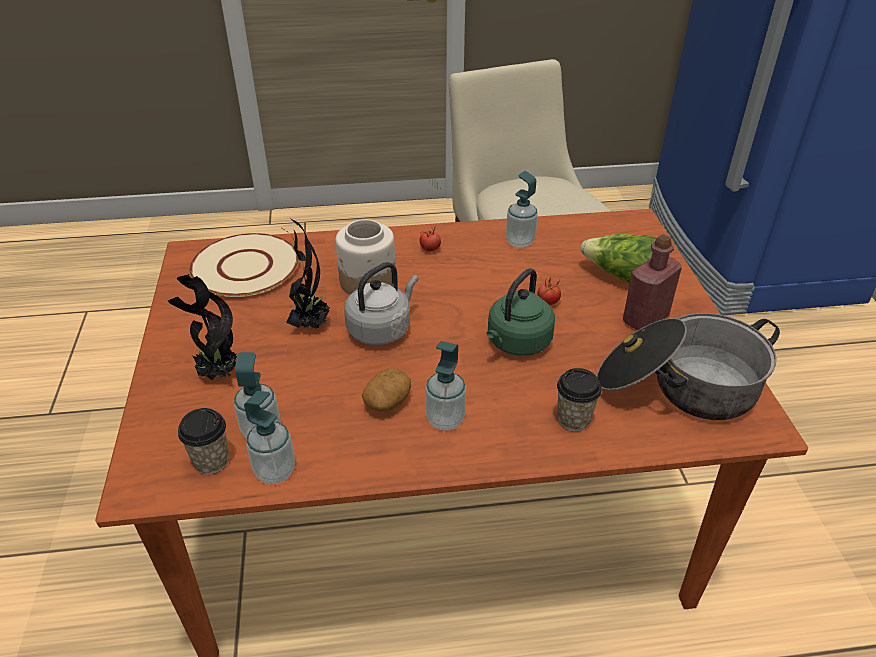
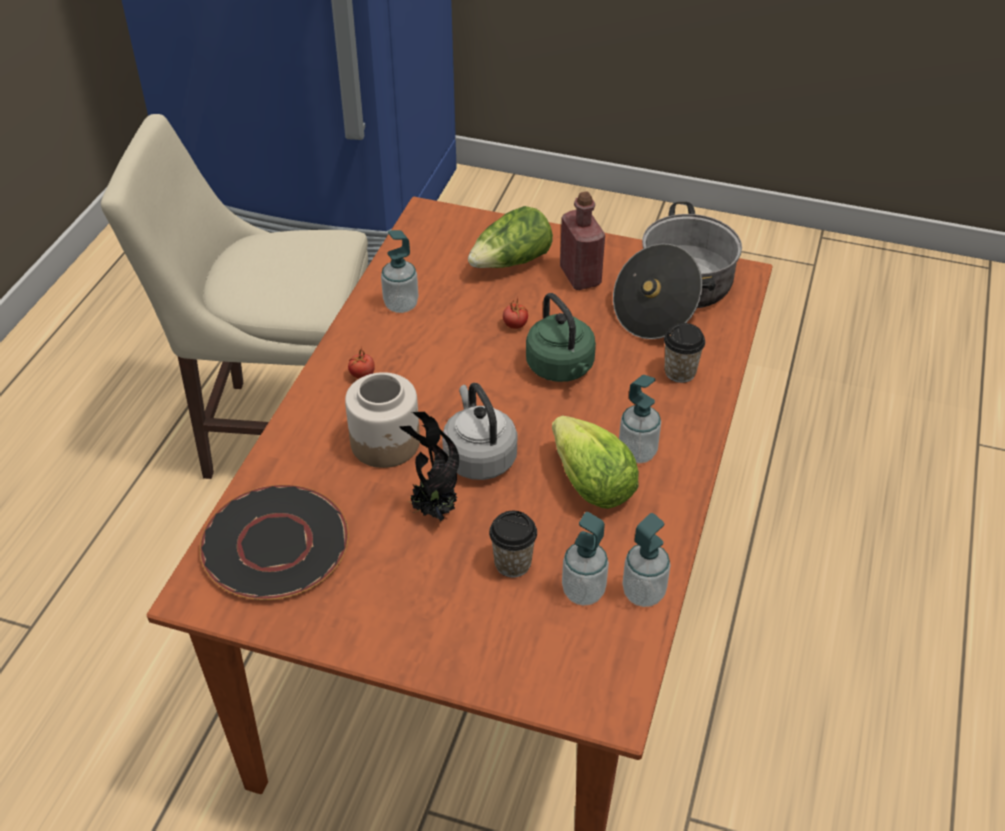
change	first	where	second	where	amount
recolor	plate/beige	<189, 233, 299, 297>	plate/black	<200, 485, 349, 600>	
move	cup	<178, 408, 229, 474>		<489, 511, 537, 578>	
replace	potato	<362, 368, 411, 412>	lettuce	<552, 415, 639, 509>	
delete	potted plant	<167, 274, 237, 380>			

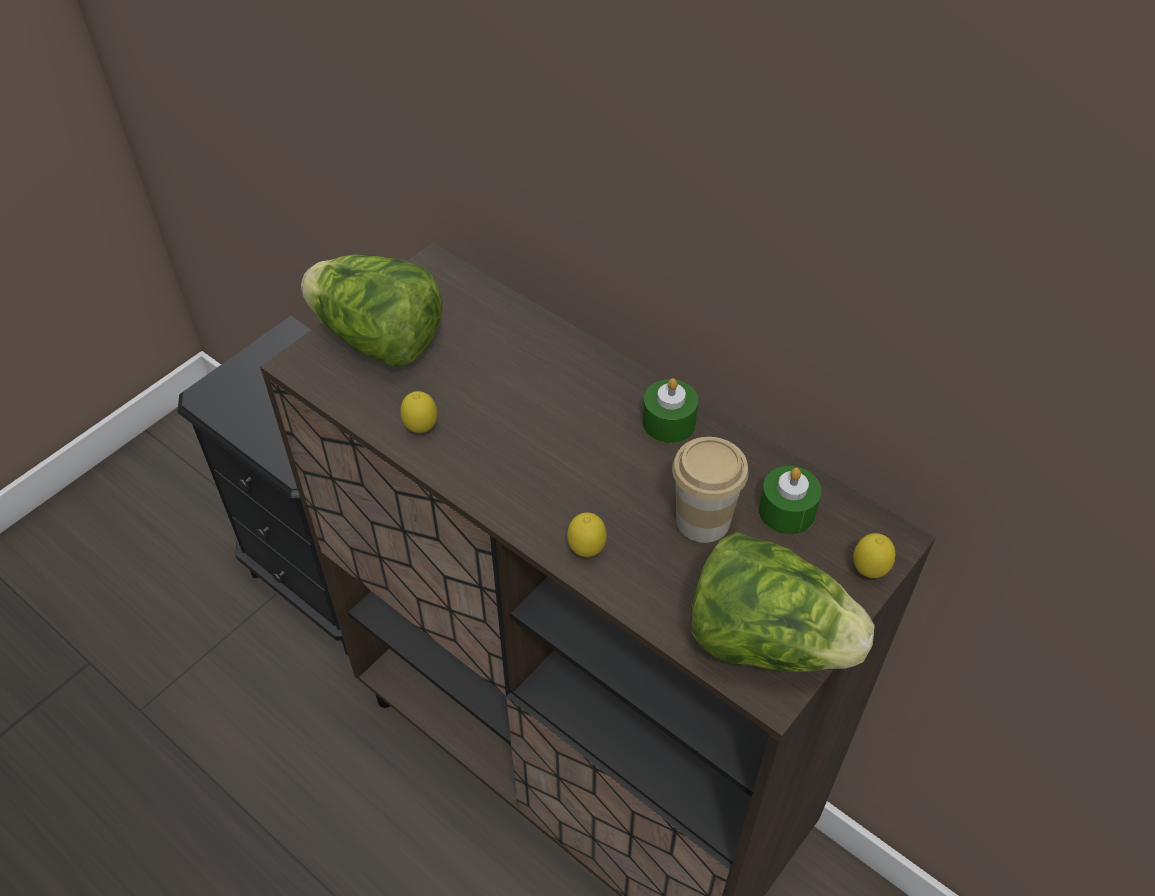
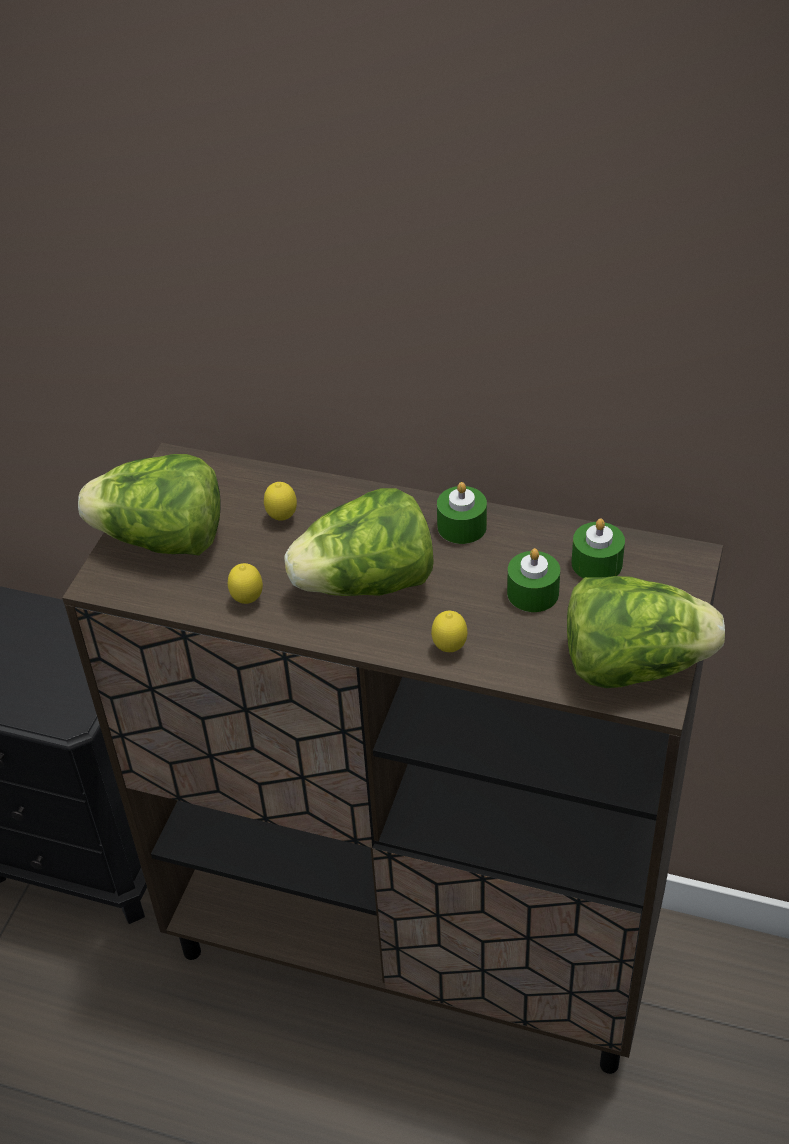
change	first	where	second	where	amount
move	lemon	<853, 533, 895, 578>		<264, 482, 297, 521>	
insert			lettuce	<284, 488, 434, 596>	
replace	cup	<672, 437, 748, 543>	candle/green	<507, 548, 560, 612>	

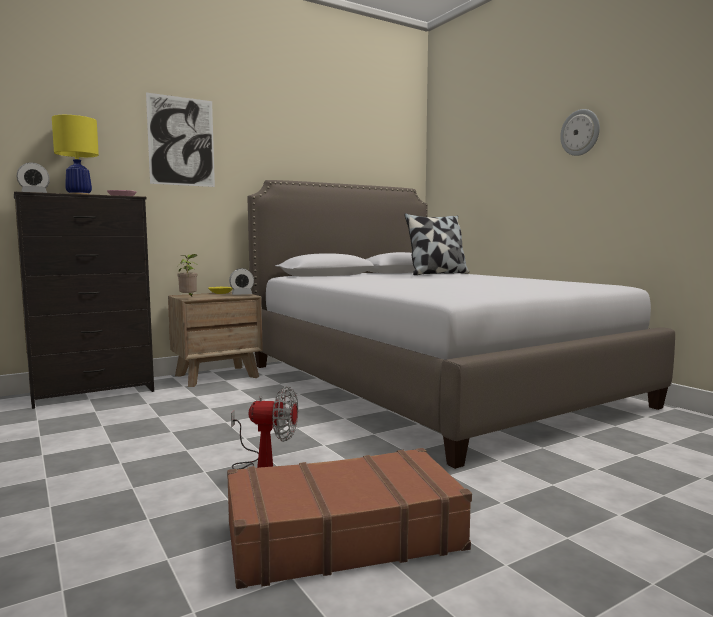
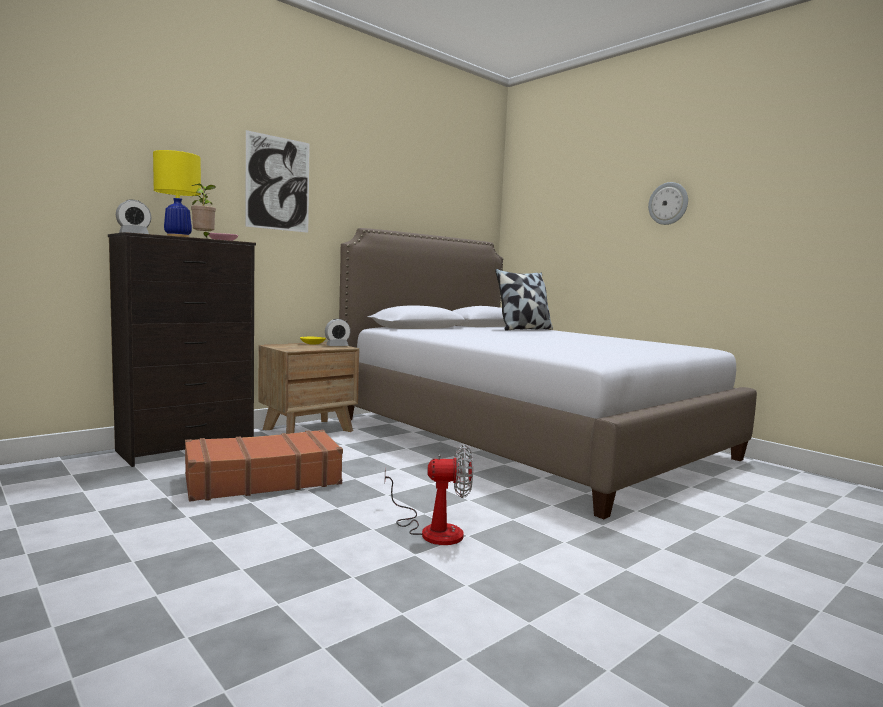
change	first	where	second	where	amount
move	suitcase/brown	<227, 448, 472, 589>		<185, 430, 343, 502>	
move	potted plant	<177, 254, 197, 296>		<191, 184, 216, 239>	

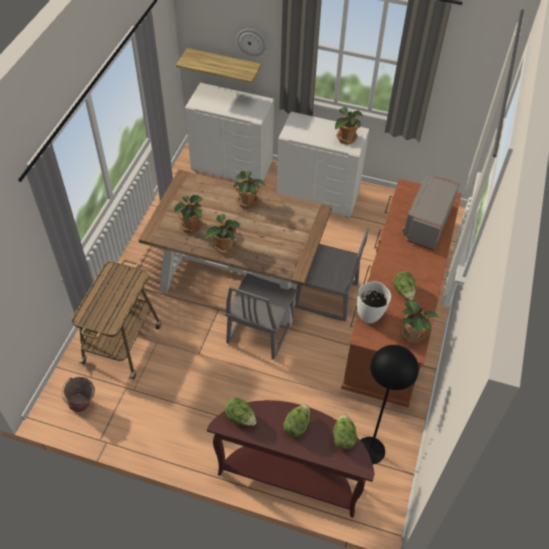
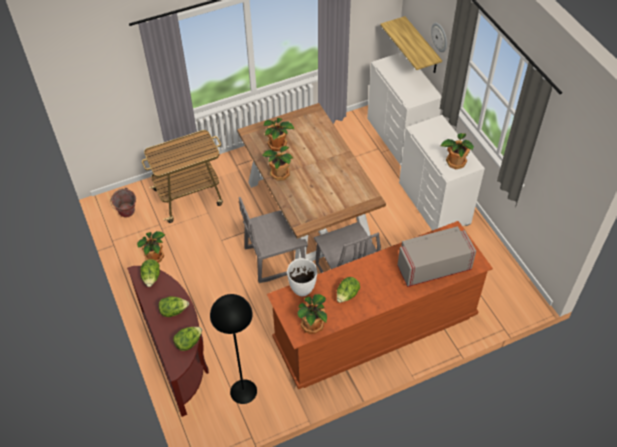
change	first	where	second	where	amount
move	potted plant	<233, 171, 265, 209>		<137, 231, 165, 263>	

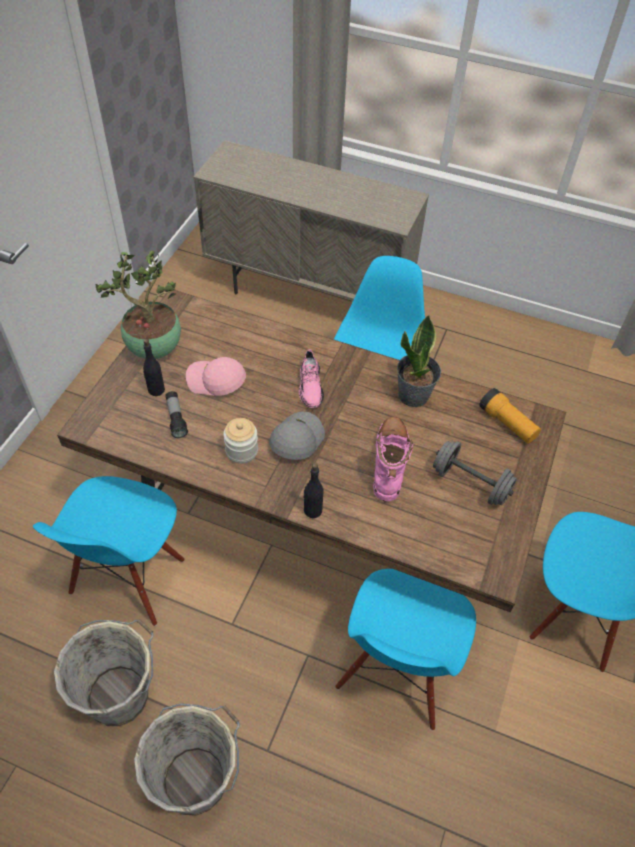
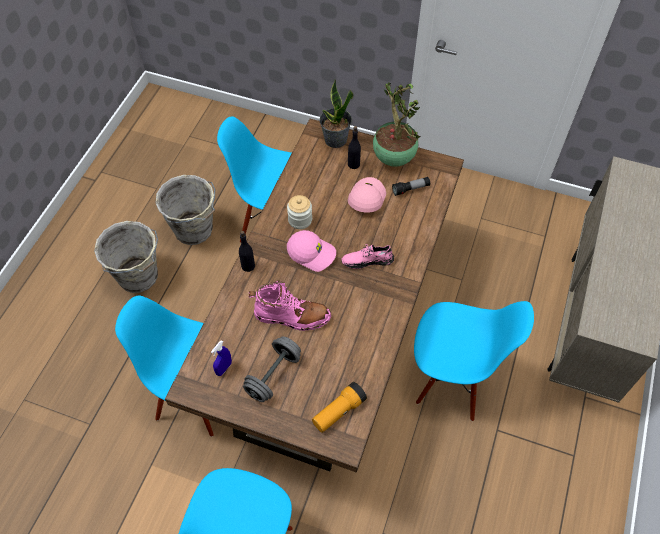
change	first	where	second	where	amount
insert			spray bottle/blue	<211, 340, 232, 376>	
recolor	cap/grey	<269, 412, 325, 460>	cap/pink	<287, 230, 336, 272>	
move	potted plant	<397, 315, 441, 407>		<320, 80, 353, 148>	
move	flashlight	<165, 391, 188, 438>		<392, 177, 430, 196>	

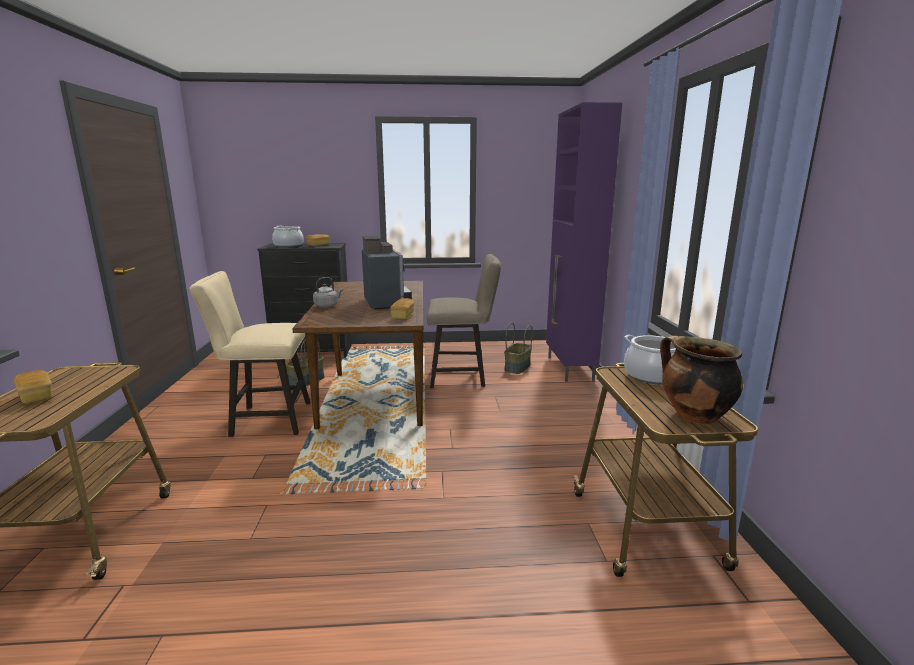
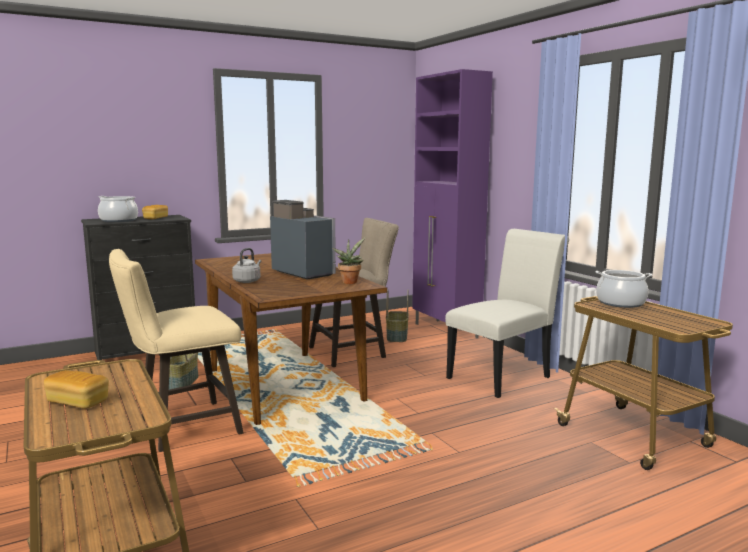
change	first	where	second	where	amount
replace	bread	<390, 298, 414, 319>	potted plant	<332, 238, 365, 284>	
insert			chair/white	<445, 229, 569, 398>	
delete	cooking pot	<660, 336, 743, 424>			

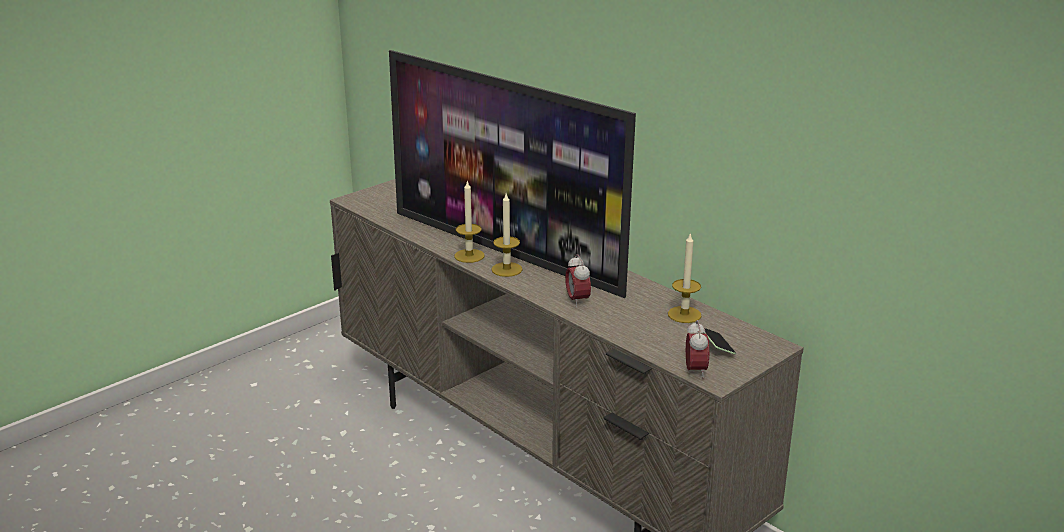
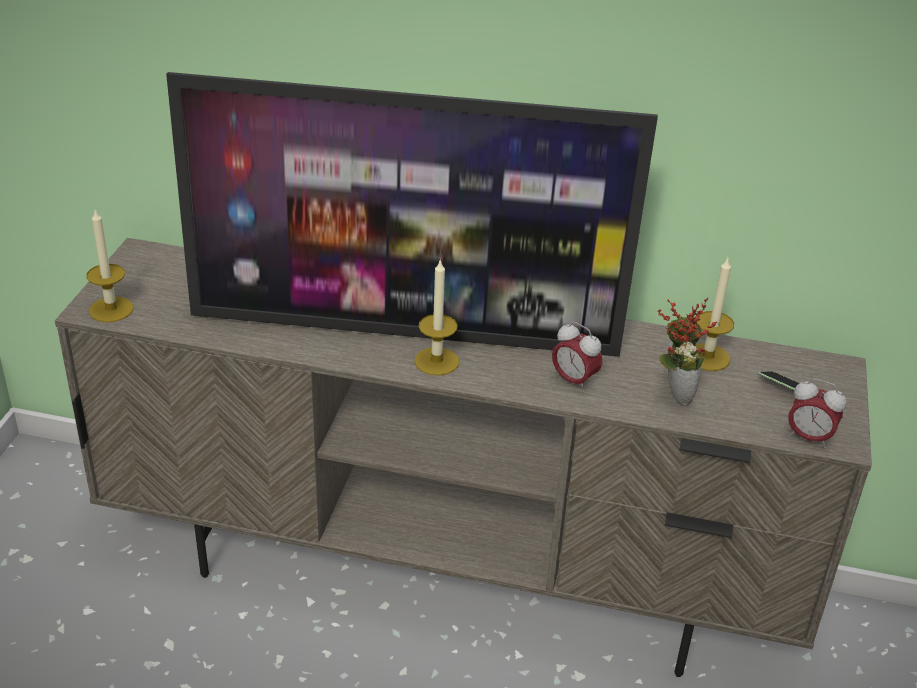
change	first	where	second	where	amount
move	candle	<454, 181, 484, 263>		<86, 209, 133, 322>	
insert			potted plant	<657, 297, 717, 406>	
rotate	alarm clock	<686, 320, 709, 379>		<788, 378, 847, 449>	150 degrees clockwise

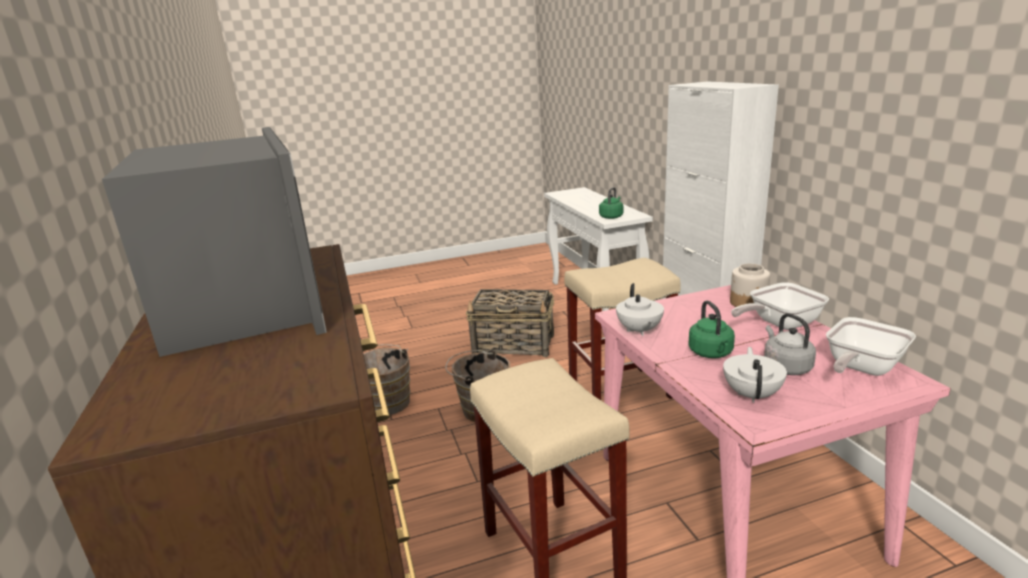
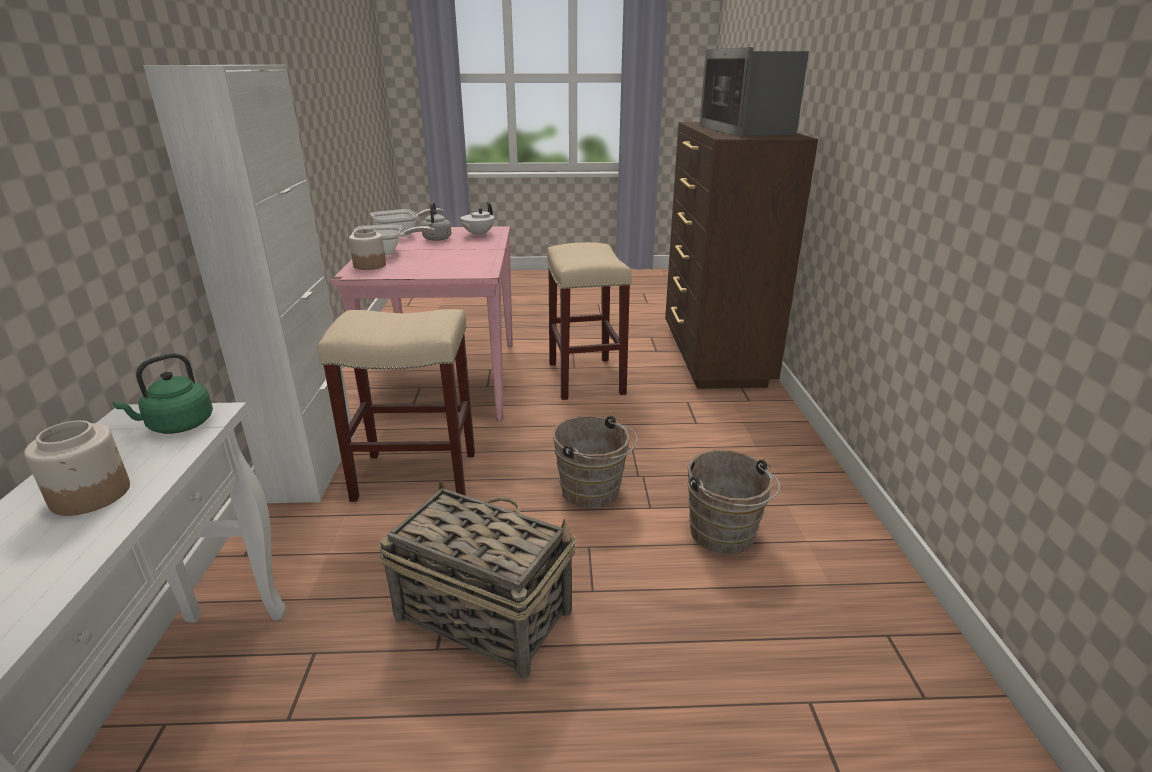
change	first	where	second	where	amount
insert			jar	<24, 420, 130, 516>	
delete	teapot/white	<616, 283, 664, 336>			
delete	kettle/green	<688, 301, 735, 358>			

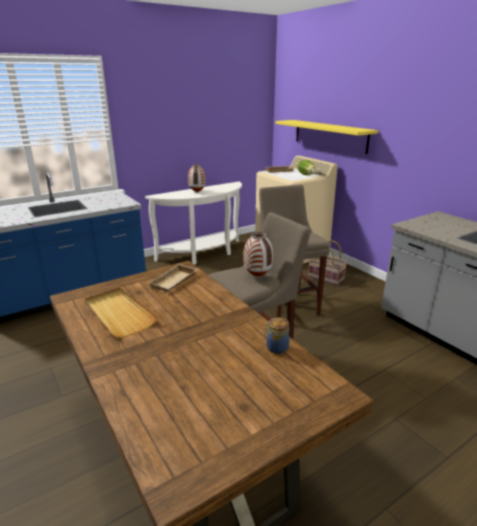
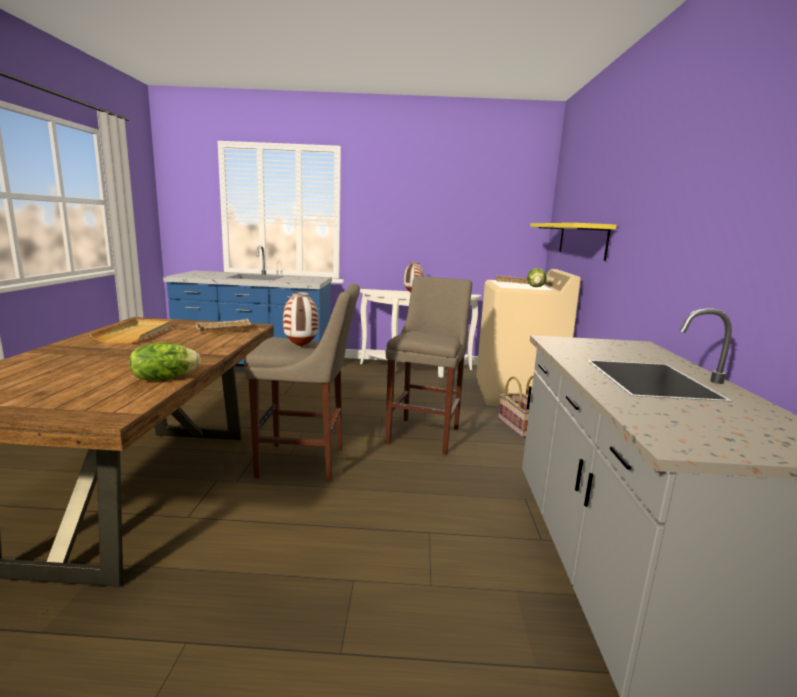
change	first	where	second	where	amount
replace	jar	<264, 317, 290, 354>	lettuce	<129, 343, 201, 381>	

